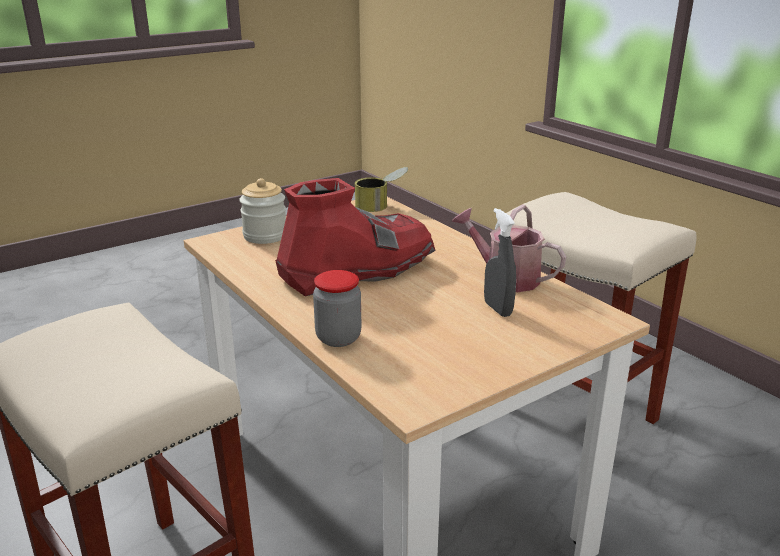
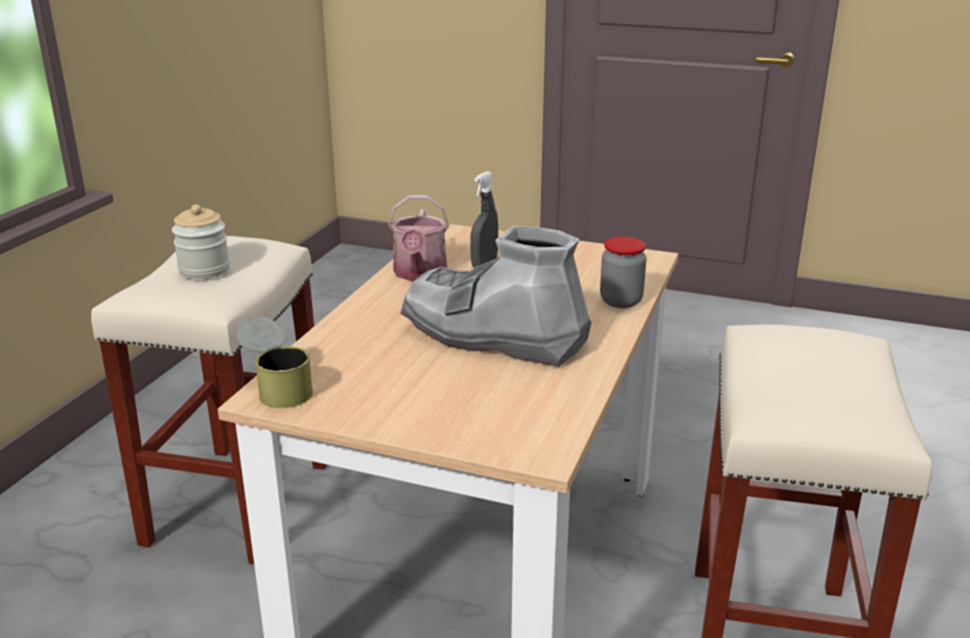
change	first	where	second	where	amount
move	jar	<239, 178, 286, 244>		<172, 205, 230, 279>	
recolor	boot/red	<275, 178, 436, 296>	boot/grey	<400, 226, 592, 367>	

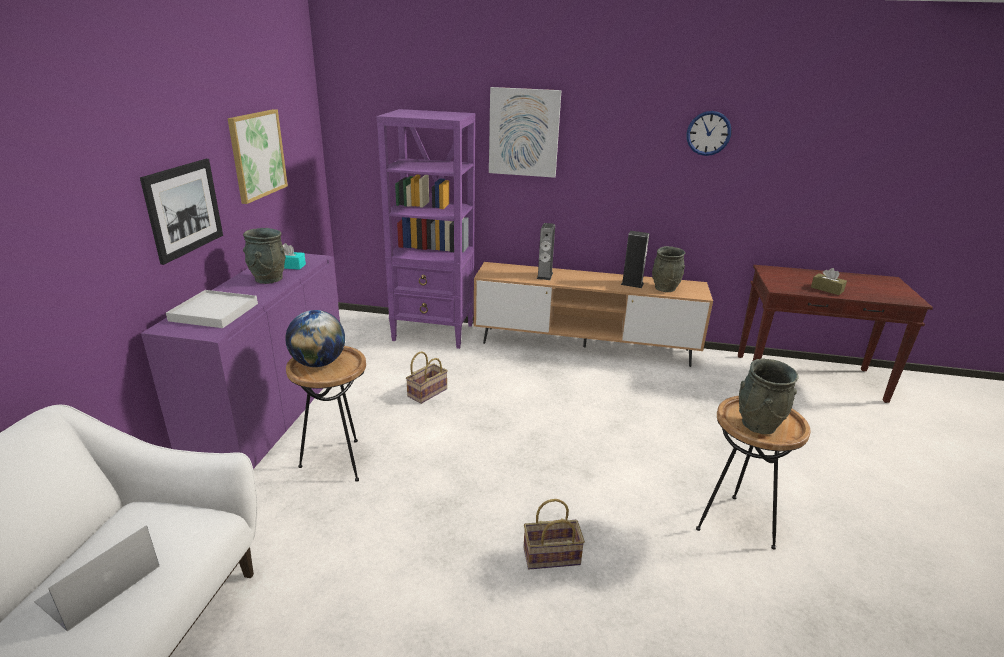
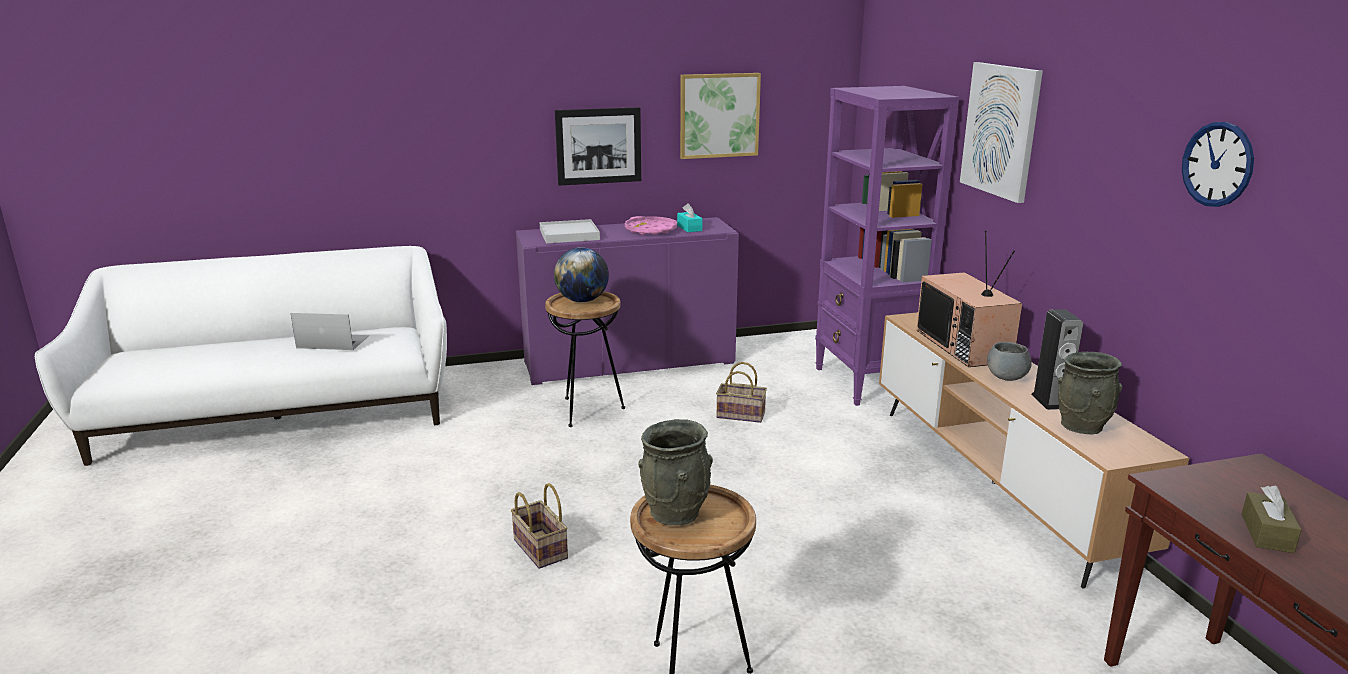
change	first	where	second	where	amount
replace	vase/grey	<243, 228, 286, 284>	tray/pink	<625, 216, 677, 235>	
replace	speaker	<537, 223, 555, 280>	television	<916, 230, 1022, 367>	
insert			bowl/grey	<987, 342, 1032, 381>	

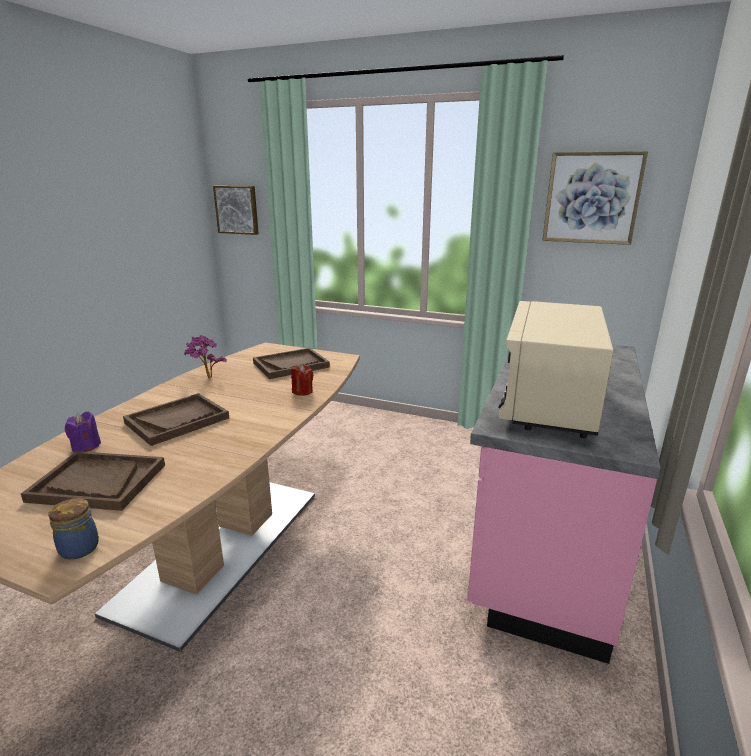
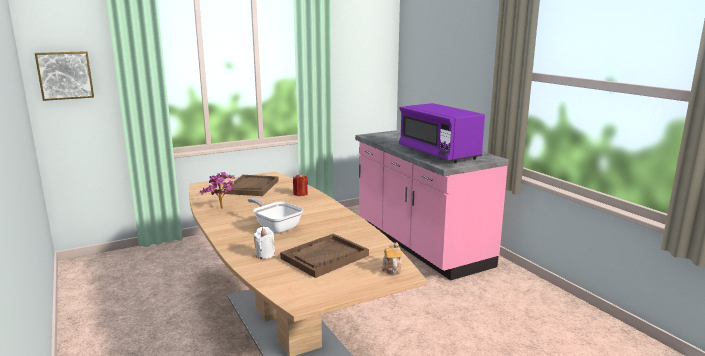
change	first	where	second	where	amount
replace	tray/brown	<123, 393, 229, 446>	frying pan	<248, 198, 303, 234>	
recolor	candle/purple	<65, 411, 101, 452>	candle/white	<253, 227, 275, 259>	
replace	jar	<48, 498, 99, 560>	teapot	<382, 242, 402, 275>	
recolor	microwave/beige	<498, 301, 614, 439>	microwave/purple	<399, 103, 485, 163>	
delete	picture	<542, 151, 648, 245>			

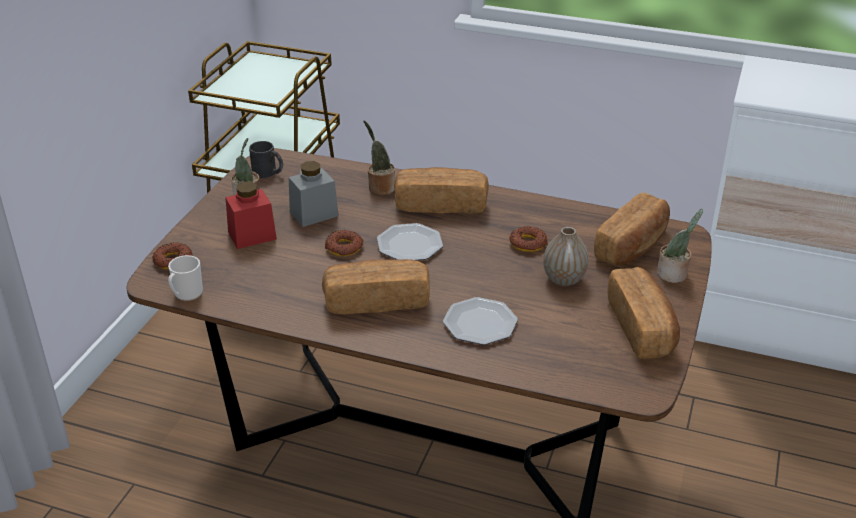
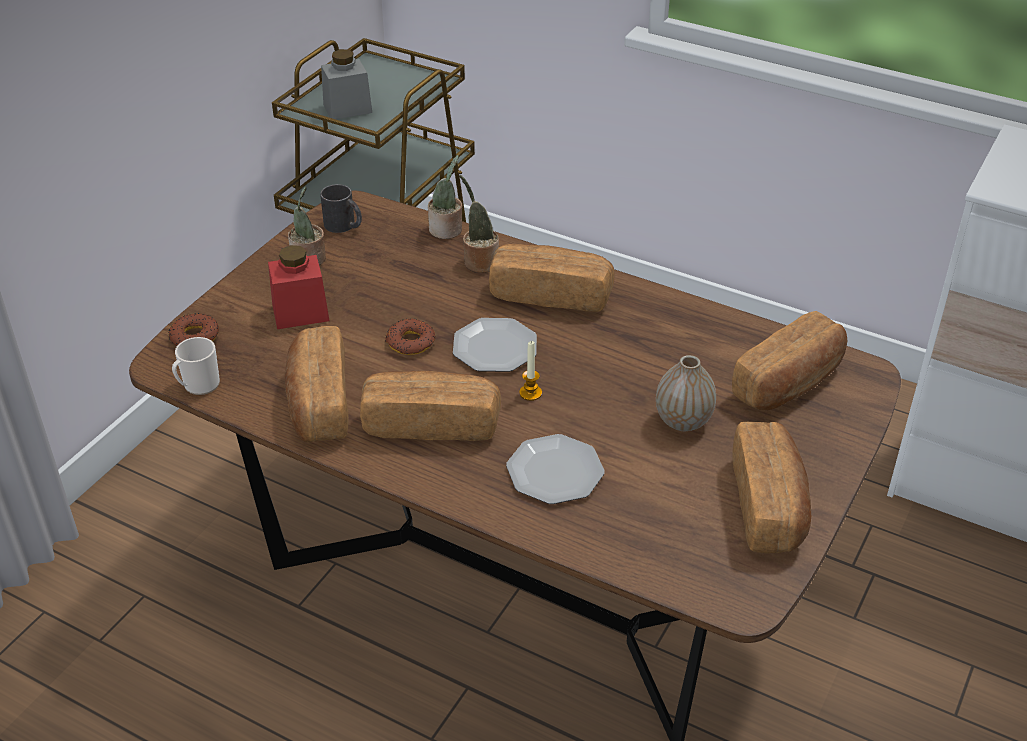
change	first	where	second	where	amount
insert			bread	<285, 326, 349, 442>	
move	jar/grey	<289, 161, 339, 227>		<321, 49, 372, 119>	
move	potted plant	<657, 209, 703, 283>		<428, 155, 462, 239>	
insert			candle	<519, 341, 542, 401>	
delete	donut	<509, 226, 547, 252>			

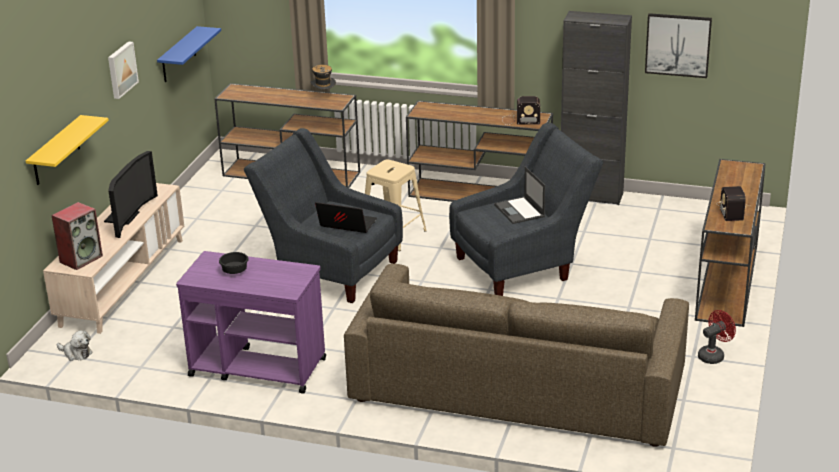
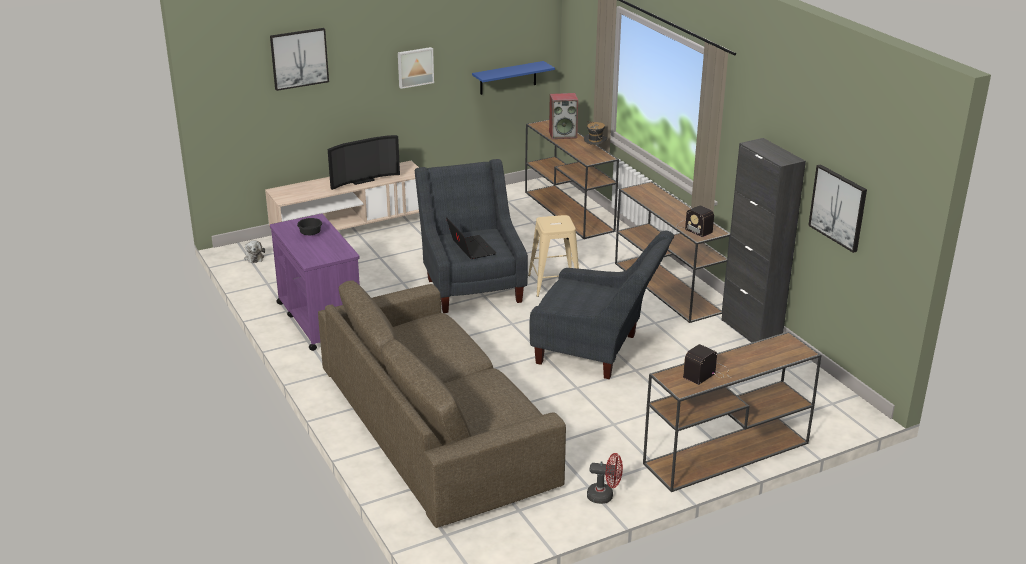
change	first	where	second	where	amount
insert			picture	<270, 28, 329, 91>	
move	speaker	<51, 202, 103, 270>		<549, 93, 578, 139>	
delete	shelf/yellow	<26, 115, 109, 185>			
delete	laptop	<494, 167, 545, 224>			

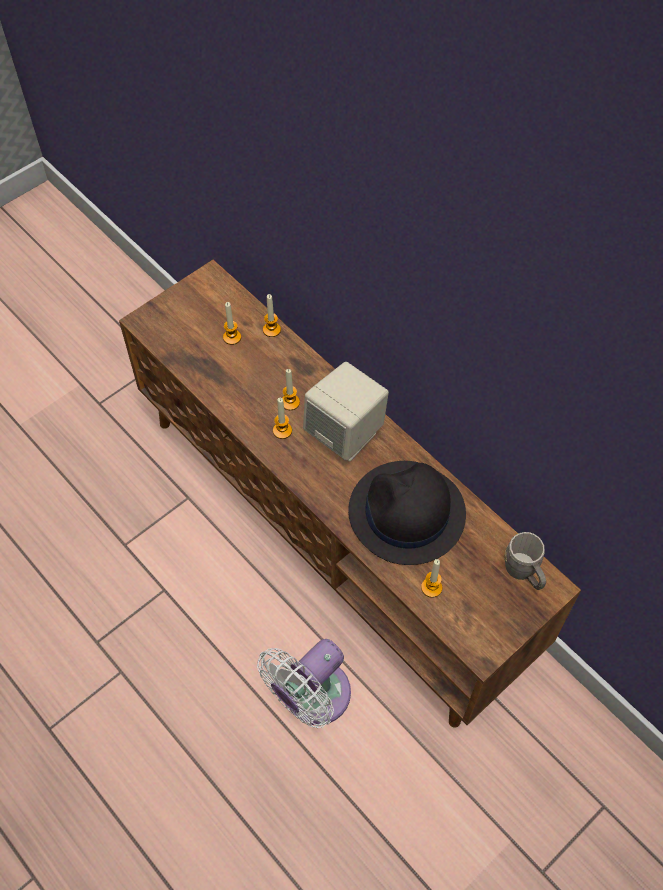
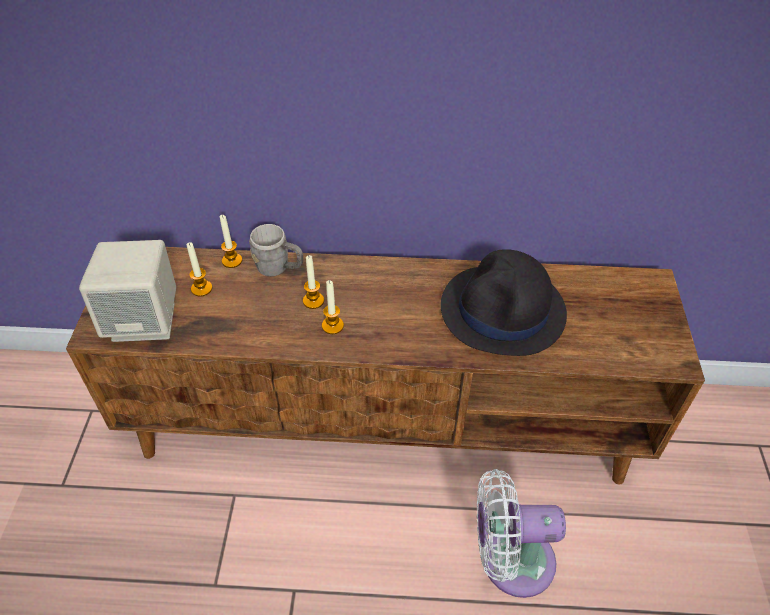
change	first	where	second	where	amount
move	speaker/beige	<303, 362, 389, 462>		<79, 240, 176, 342>	
move	mug/grey	<504, 532, 546, 590>		<249, 224, 303, 277>	
rotate	fan/white	<257, 639, 351, 728>		<477, 469, 566, 598>	90 degrees clockwise
delete	candle	<421, 559, 443, 598>			

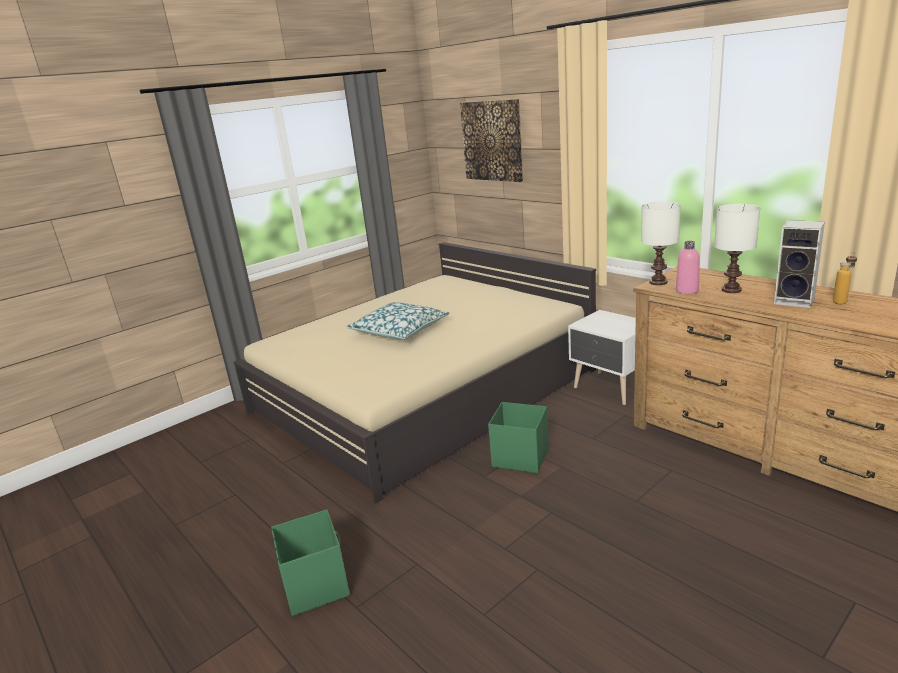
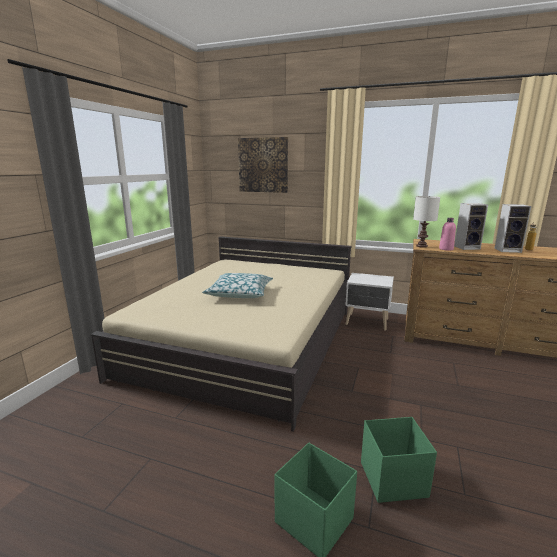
change	first	where	second	where	amount
move	storage box/green	<488, 402, 549, 473>		<361, 417, 437, 503>	
replace	table lamp/white	<714, 204, 760, 293>	speaker	<454, 203, 488, 250>	

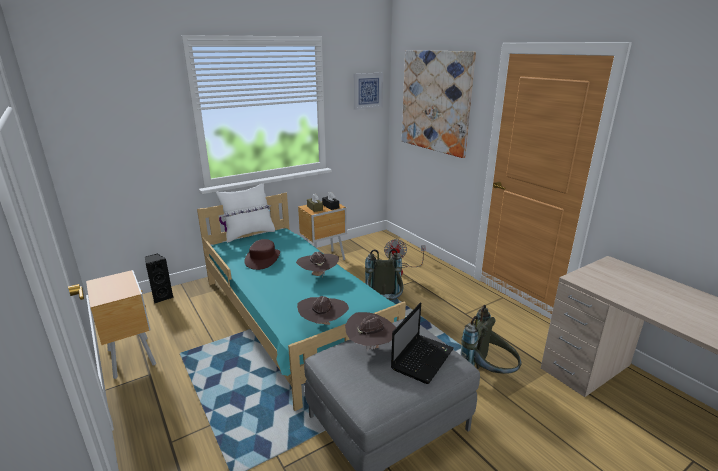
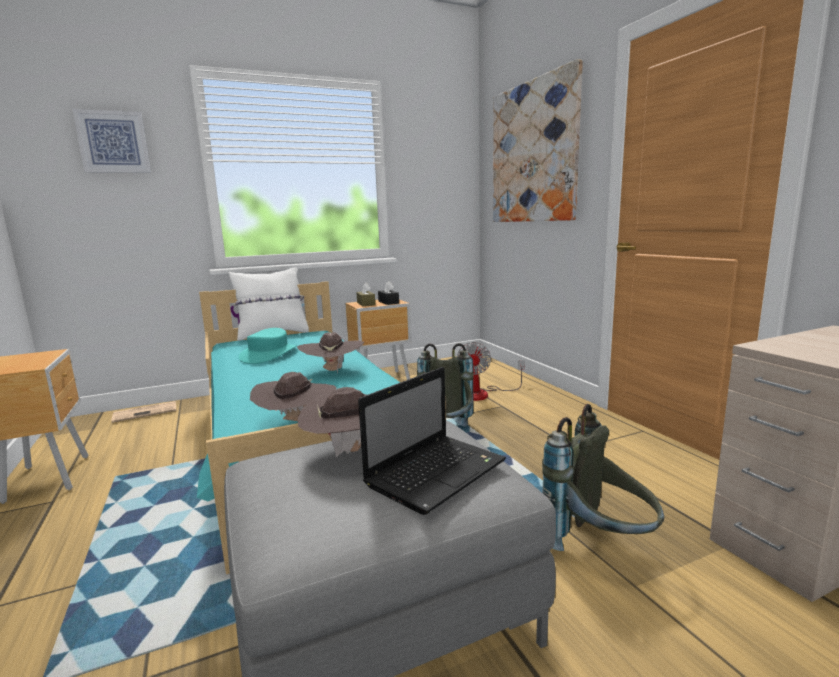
change	first	where	second	where	amount
move	picture	<354, 73, 383, 110>		<72, 109, 151, 173>	
replace	speaker/black	<145, 254, 173, 304>	newspaper	<111, 401, 176, 423>	
recolor	hat/brown	<244, 239, 280, 270>	hat/turquoise	<239, 328, 297, 364>	

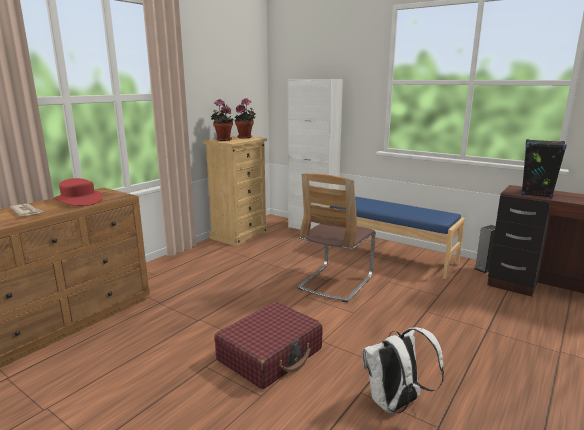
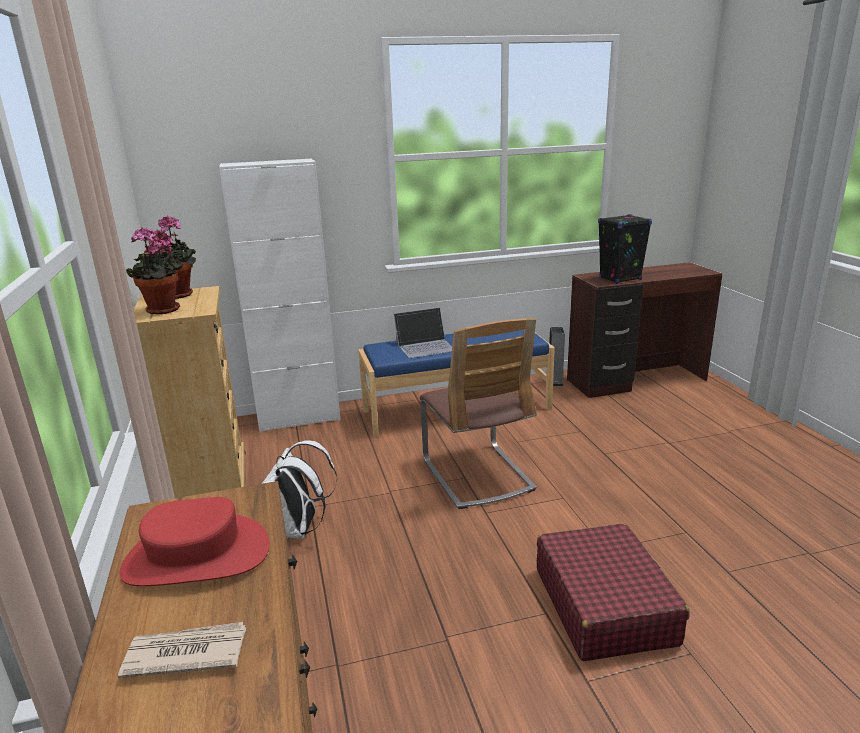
change	first	where	second	where	amount
move	backpack/white	<362, 327, 444, 413>		<262, 440, 337, 539>	
insert			laptop	<393, 307, 452, 358>	

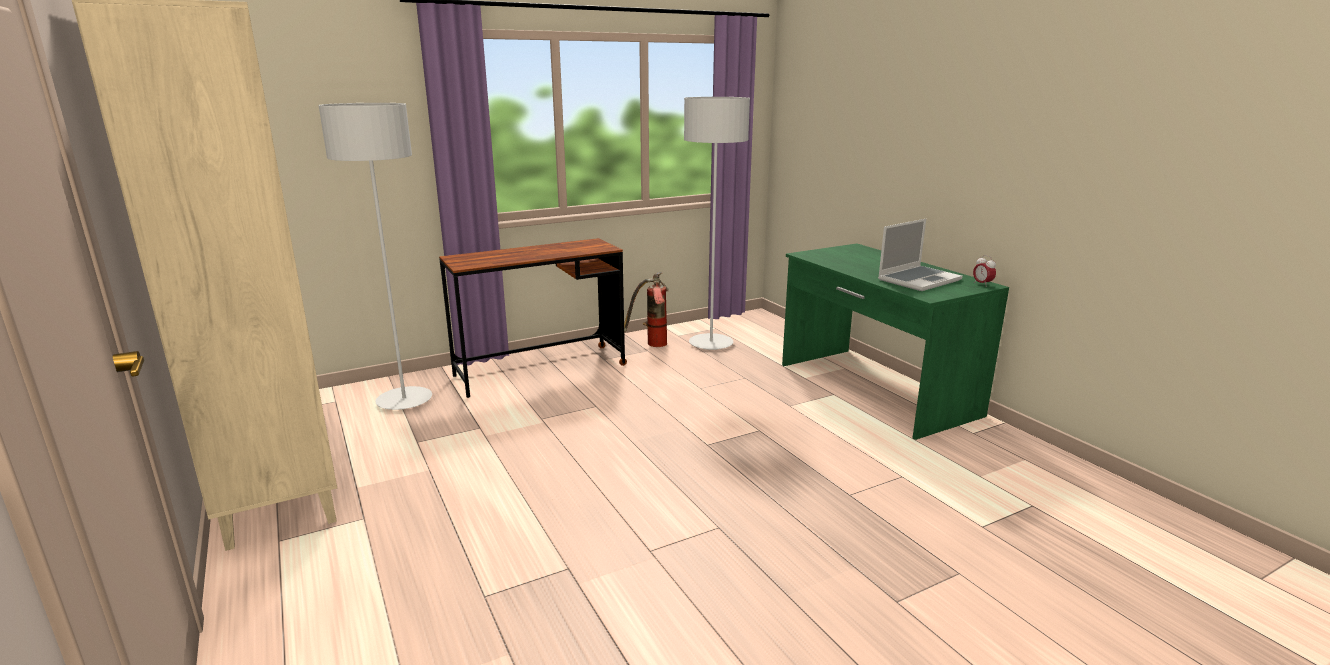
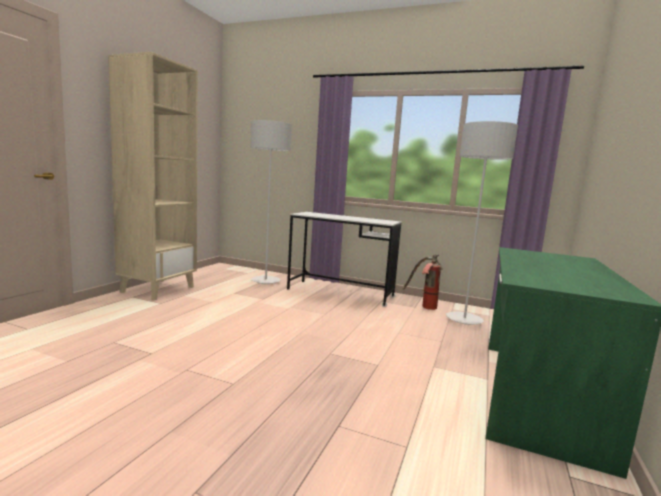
change	first	where	second	where	amount
recolor	desk/brown	<439, 238, 627, 398>	desk/white	<287, 212, 402, 307>	
delete	laptop	<878, 219, 963, 291>			
delete	alarm clock	<973, 255, 996, 287>			

